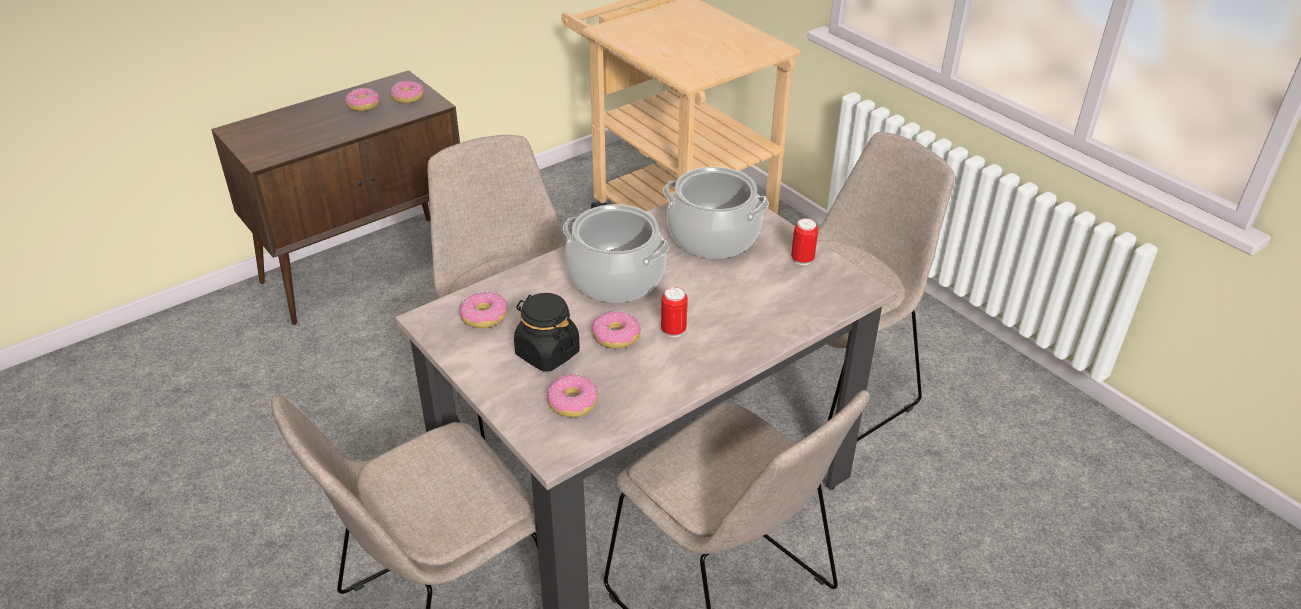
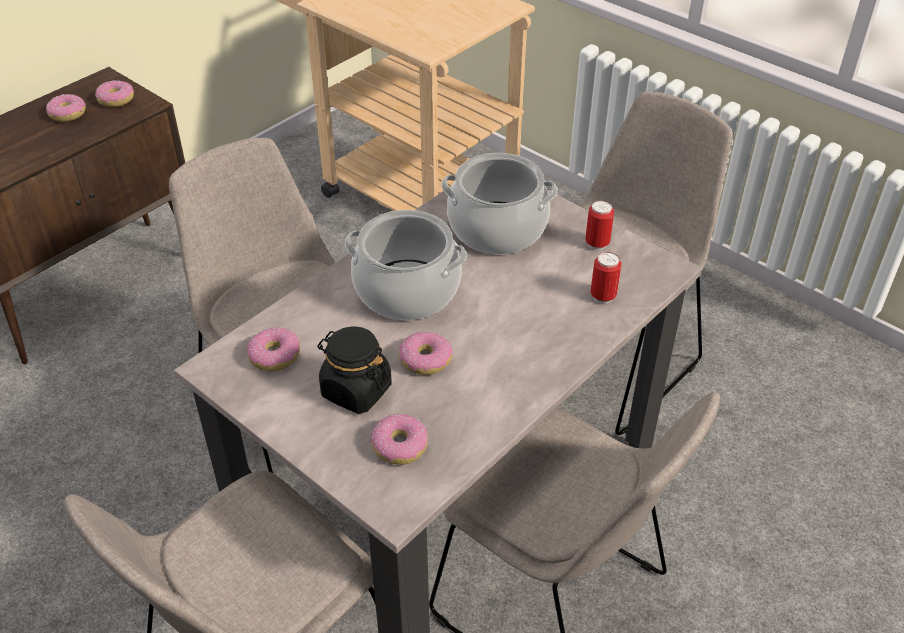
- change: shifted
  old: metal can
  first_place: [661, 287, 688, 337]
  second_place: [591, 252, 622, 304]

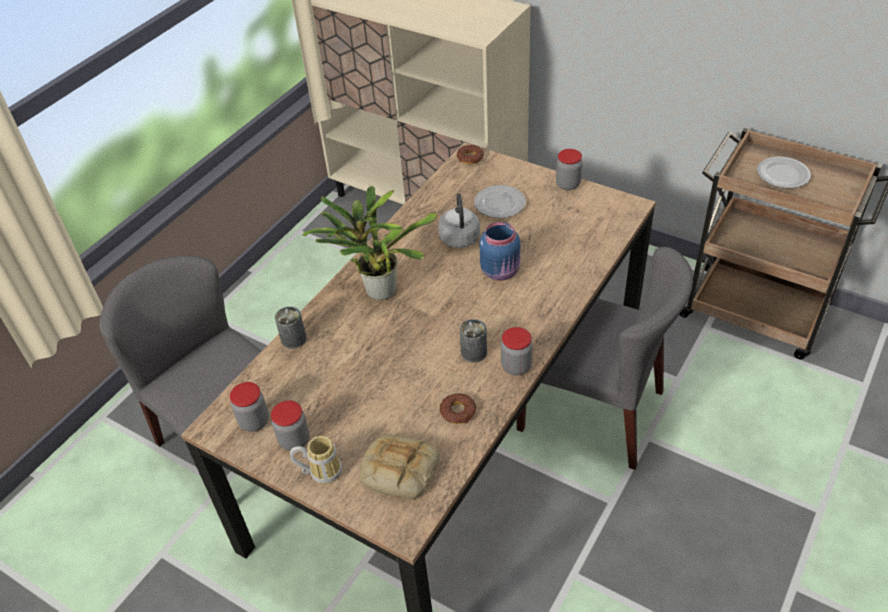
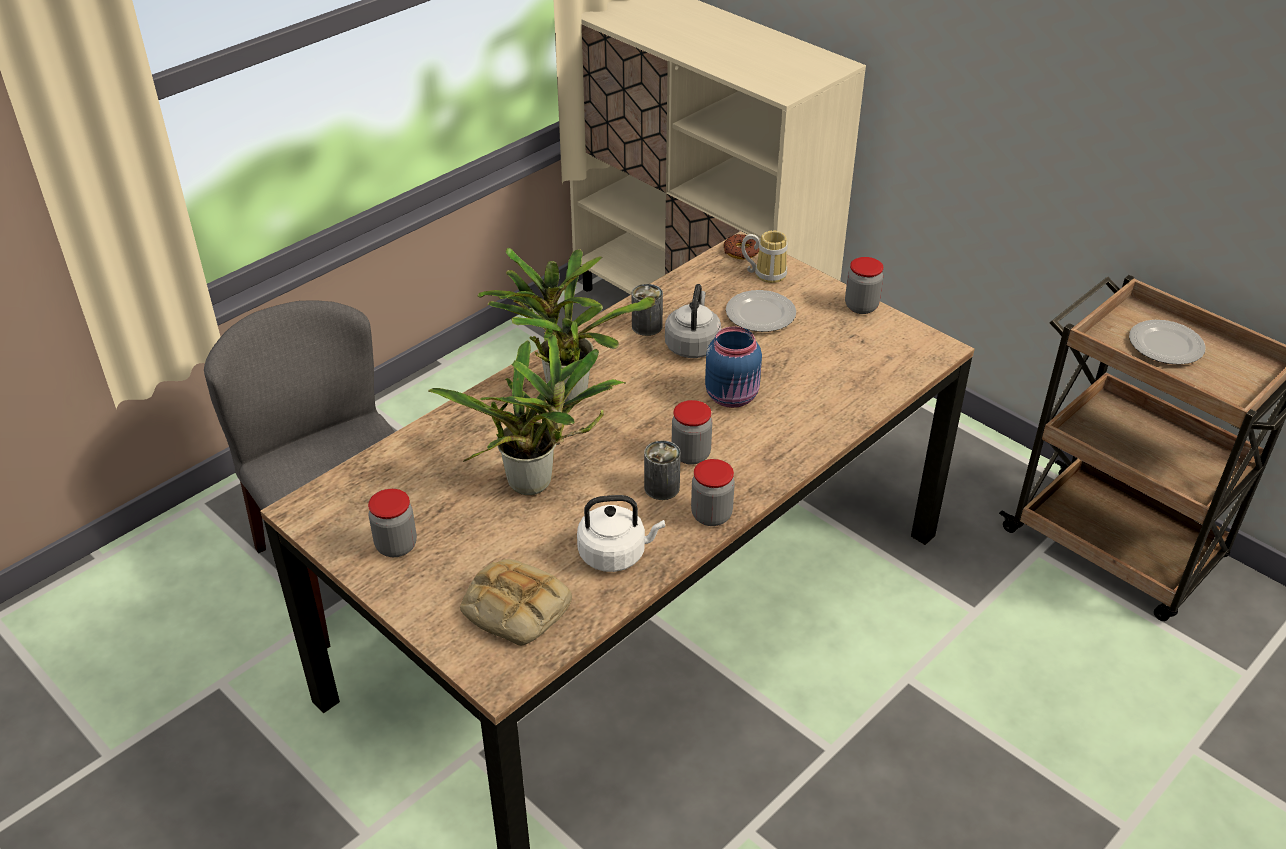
- change: shifted
  old: jar
  first_place: [230, 382, 269, 432]
  second_place: [672, 400, 712, 465]
- change: shifted
  old: metal can
  first_place: [275, 307, 307, 349]
  second_place: [632, 284, 663, 336]
- change: shifted
  old: mug
  first_place: [290, 436, 342, 484]
  second_place: [741, 230, 787, 283]
- change: swapped
  old: ring doughnut
  new: white tea kettle
  first_place: [440, 393, 476, 424]
  second_place: [577, 495, 665, 572]
- change: gone
  old: grey plain chair
  first_place: [516, 247, 693, 470]
- change: new
  new: houseplant
  second_place: [428, 334, 625, 495]

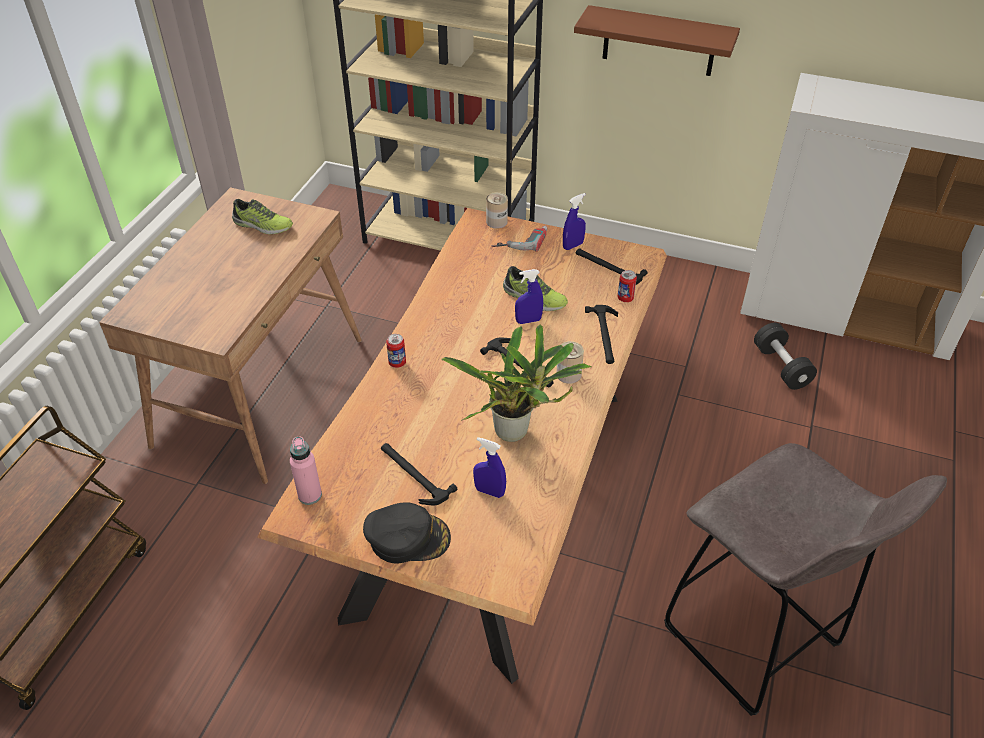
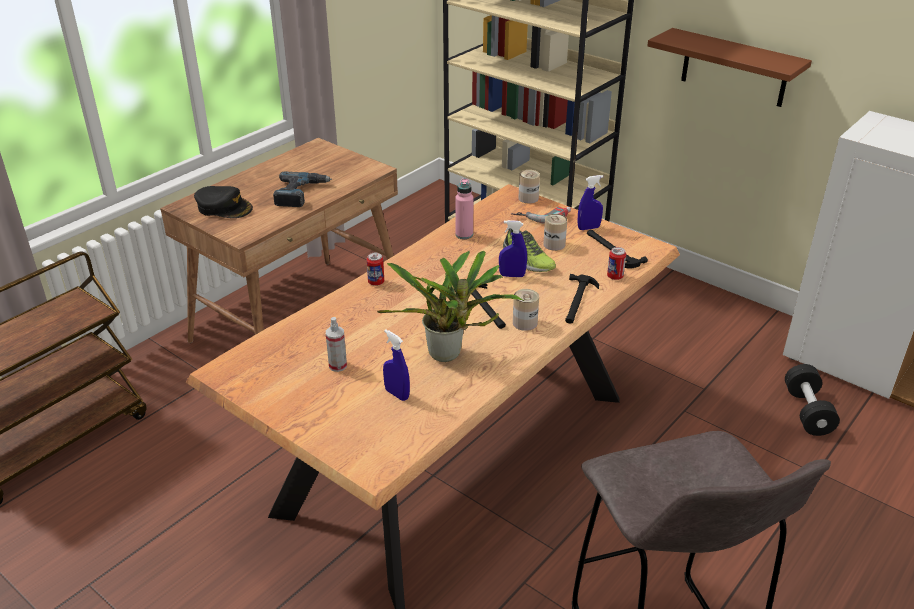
- change: gone
  old: item of footwear
  first_place: [232, 199, 293, 235]
- change: shifted
  old: pinkish bottle
  first_place: [290, 437, 322, 505]
  second_place: [455, 178, 474, 239]
- change: shifted
  old: blackish peaked cap
  first_place: [363, 502, 451, 564]
  second_place: [194, 186, 253, 218]
- change: swapped
  old: hand hammer
  new: spray bottle
  first_place: [381, 443, 458, 505]
  second_place: [326, 317, 347, 372]
- change: new
  new: drill
  second_place: [273, 171, 332, 207]
- change: new
  new: metal can
  second_place: [543, 214, 567, 251]

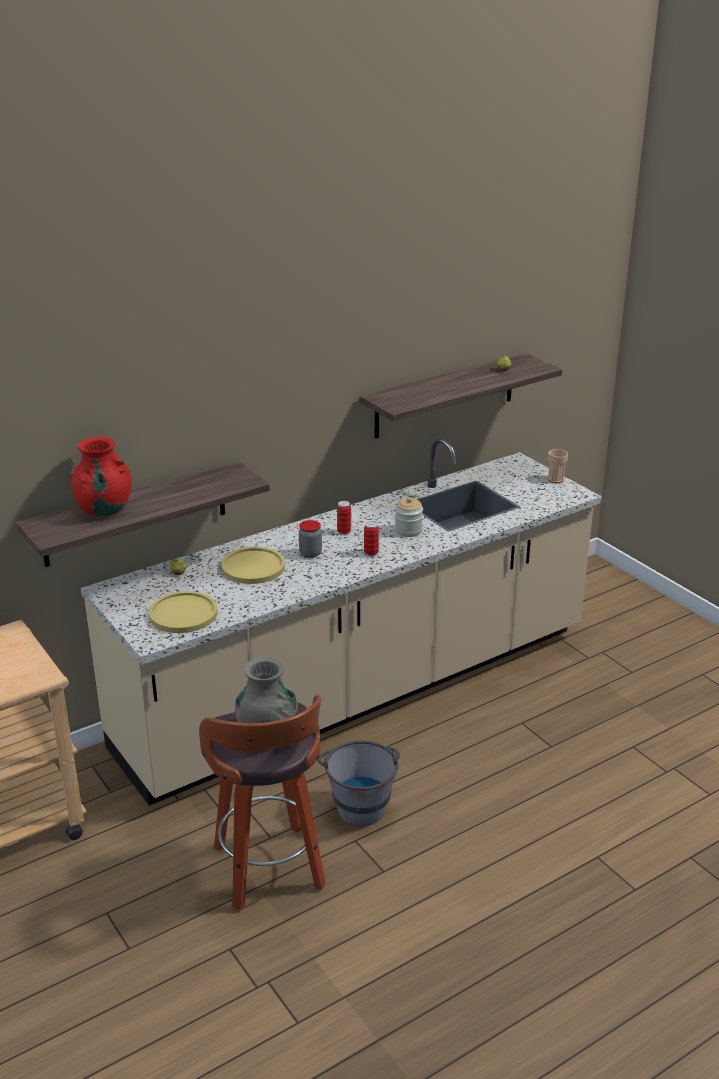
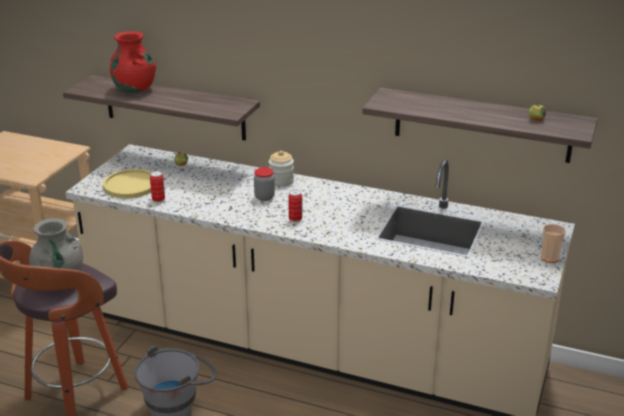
- change: gone
  old: yellowish dinner plate
  first_place: [221, 547, 285, 584]
- change: shifted
  old: metal can
  first_place: [337, 501, 351, 534]
  second_place: [150, 171, 165, 202]
- change: shifted
  old: jar
  first_place: [395, 497, 423, 537]
  second_place: [269, 151, 294, 187]

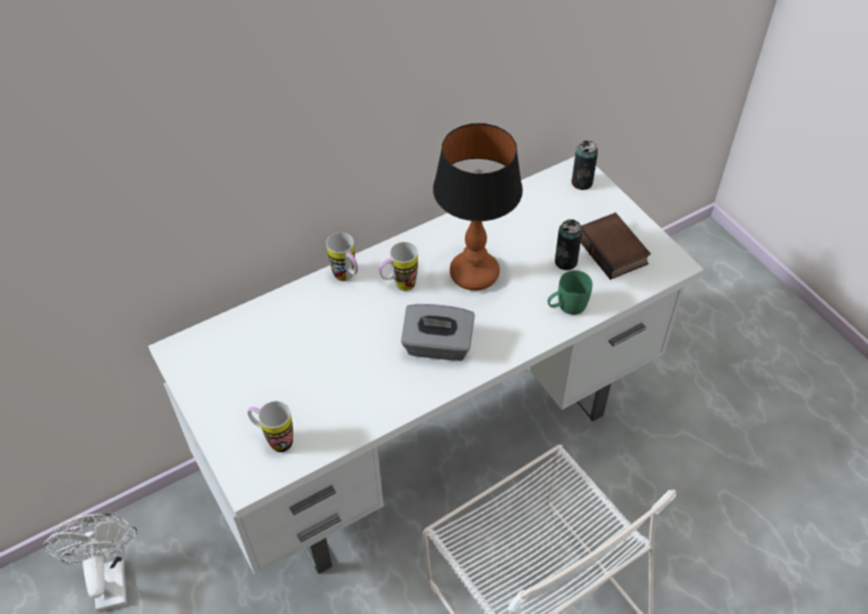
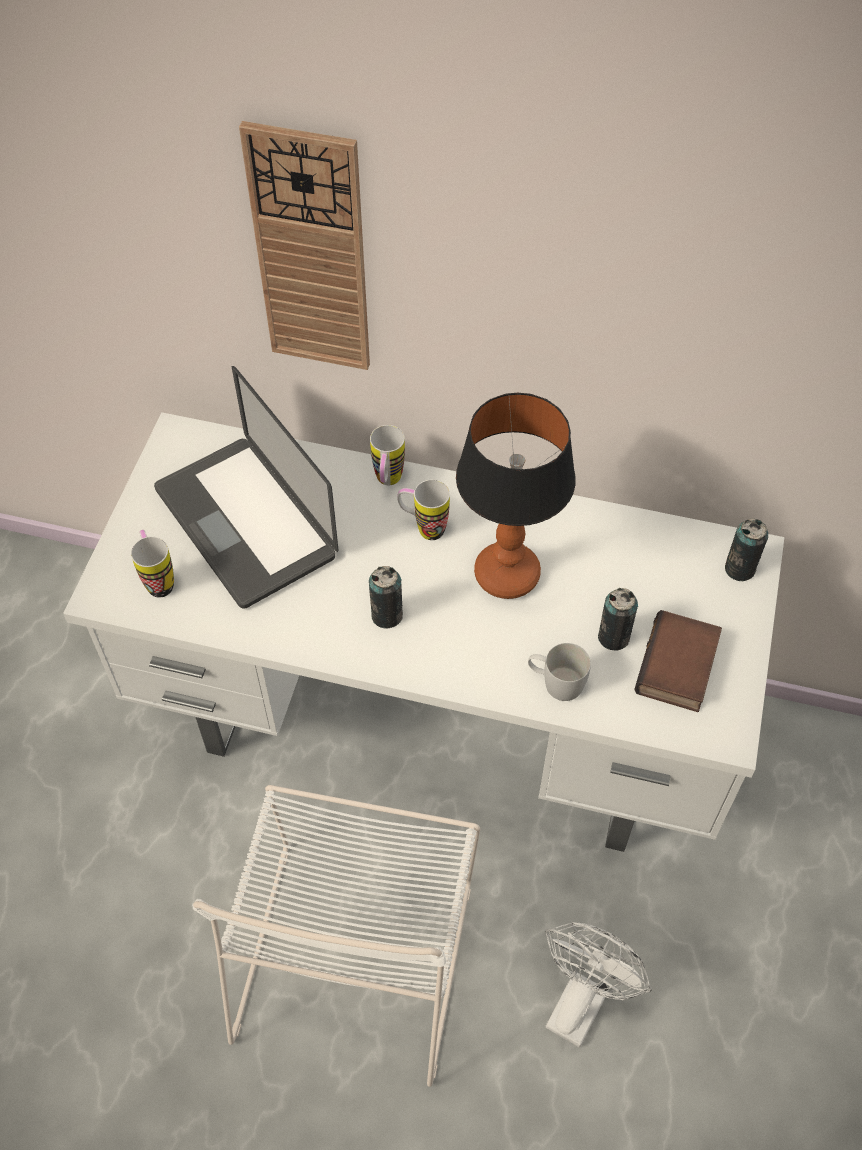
- change: shifted
  old: white fan
  first_place: [43, 513, 137, 612]
  second_place: [545, 922, 652, 1047]
- change: swapped
  old: grey tissue holder
  new: metal can
  first_place: [401, 304, 475, 361]
  second_place: [369, 566, 403, 629]
- change: repainted
  old: greenish mug
  new: white mug
  first_place: [548, 270, 593, 315]
  second_place: [528, 643, 591, 701]
- change: new
  new: laptop
  second_place: [154, 366, 338, 609]
- change: new
  new: wall clock
  second_place: [239, 121, 370, 370]

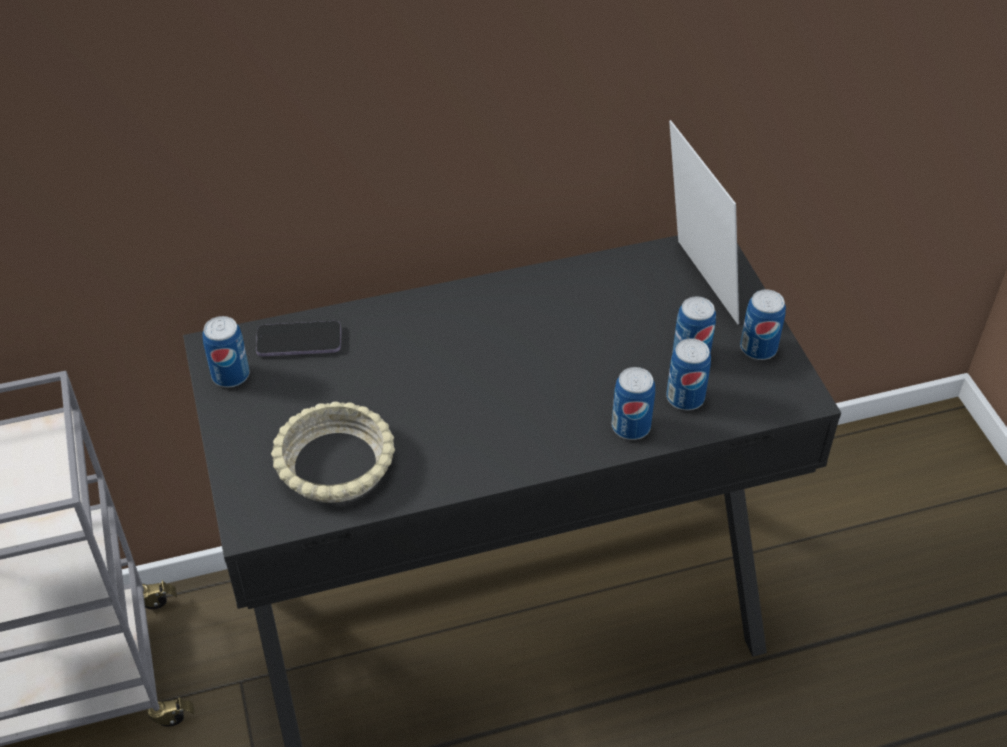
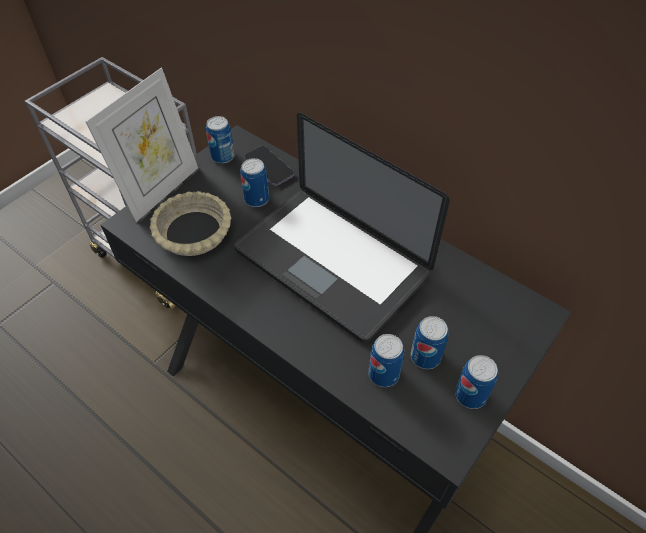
- change: shifted
  old: metal can
  first_place: [612, 367, 655, 440]
  second_place: [241, 158, 269, 207]
- change: shifted
  old: picture frame
  first_place: [669, 120, 739, 324]
  second_place: [86, 68, 198, 222]
- change: new
  new: laptop
  second_place: [234, 113, 450, 343]

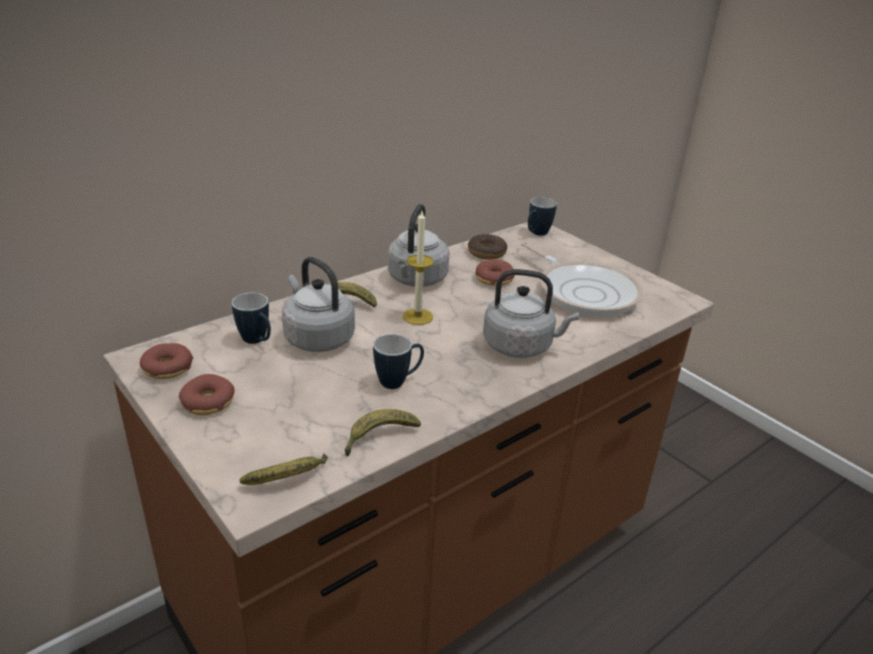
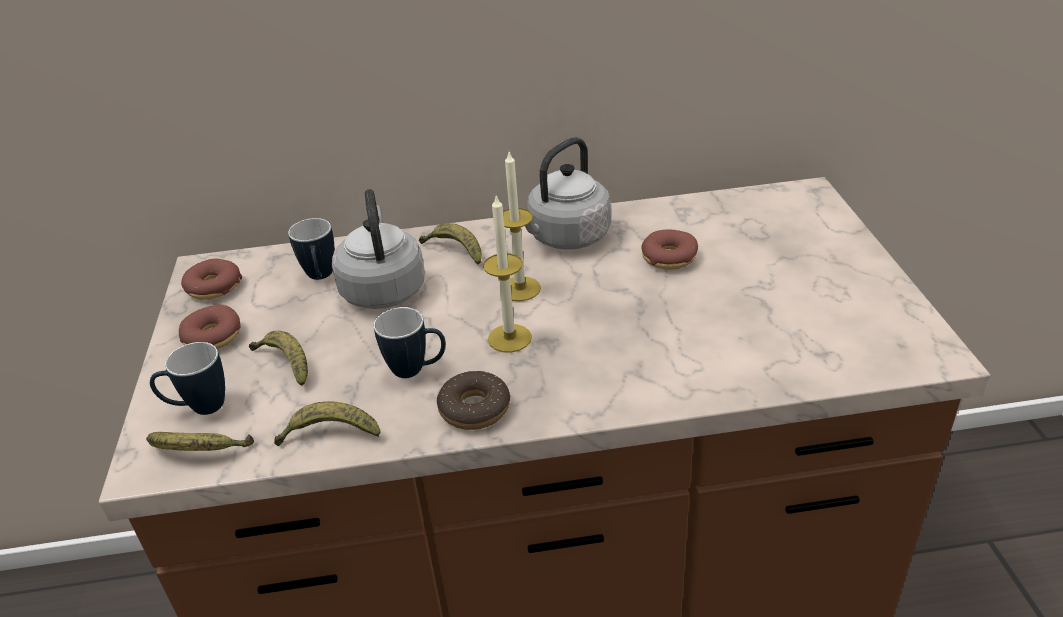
- change: shifted
  old: ring doughnut
  first_place: [468, 234, 507, 260]
  second_place: [437, 371, 510, 430]
- change: gone
  old: grey tea kettle
  first_place: [483, 269, 579, 358]
- change: gone
  old: frying pan
  first_place: [521, 241, 643, 317]
- change: shifted
  old: mug
  first_place: [528, 197, 557, 236]
  second_place: [150, 342, 225, 415]
- change: new
  new: whole banana
  second_place: [249, 331, 308, 386]
- change: new
  new: wax candle
  second_place: [483, 196, 532, 353]

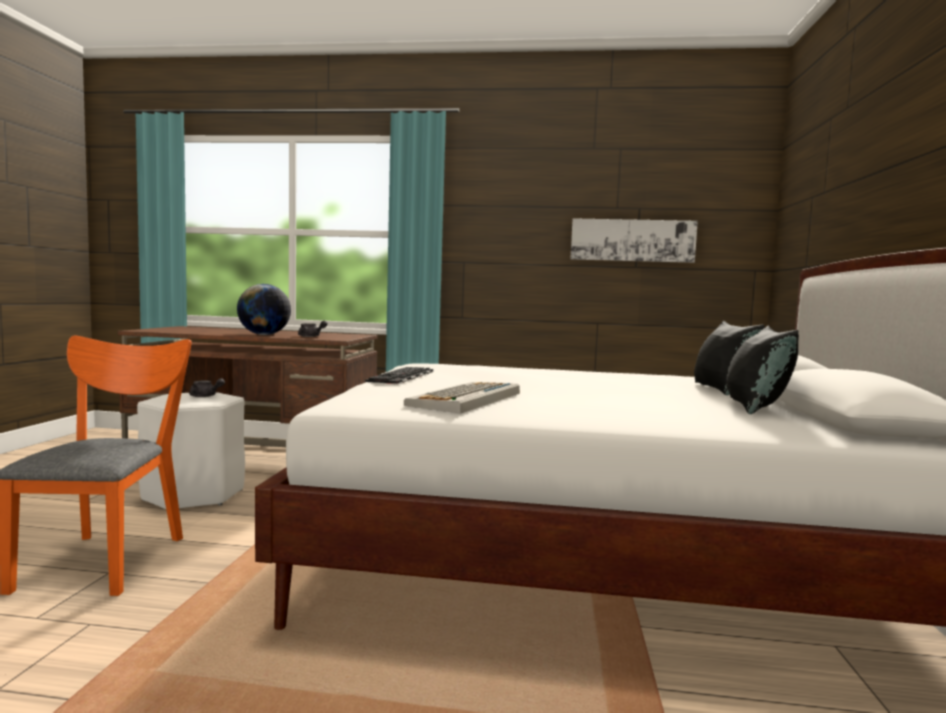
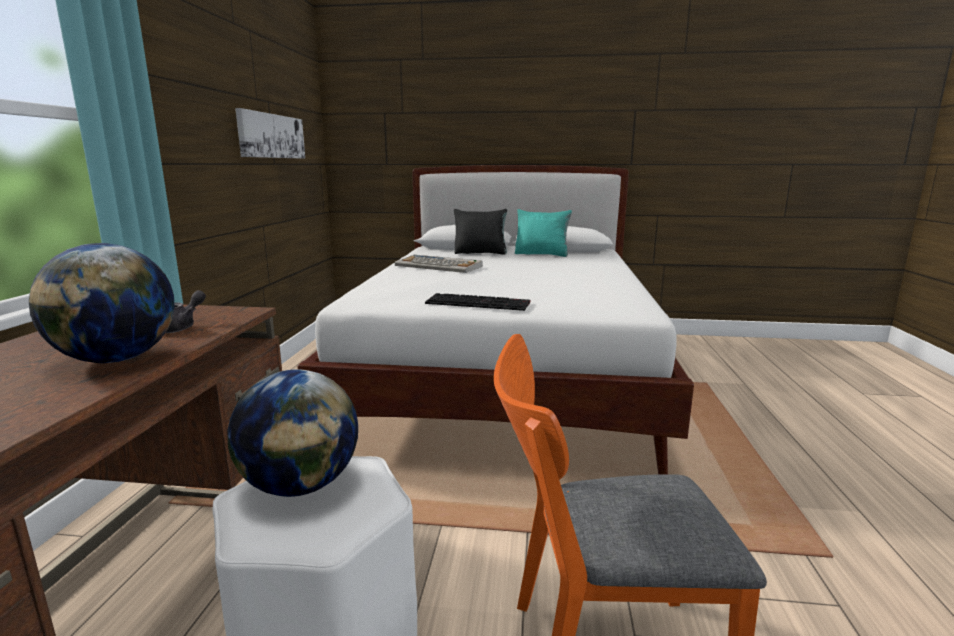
- change: swapped
  old: grey pot for tea
  new: globe
  first_place: [189, 378, 225, 397]
  second_place: [228, 369, 358, 497]
- change: shifted
  old: keyboard
  first_place: [404, 382, 520, 414]
  second_place: [395, 255, 483, 273]
- change: repainted
  old: blackish pillow
  new: blue-green pillow
  first_place: [726, 326, 799, 414]
  second_place: [515, 209, 572, 257]

